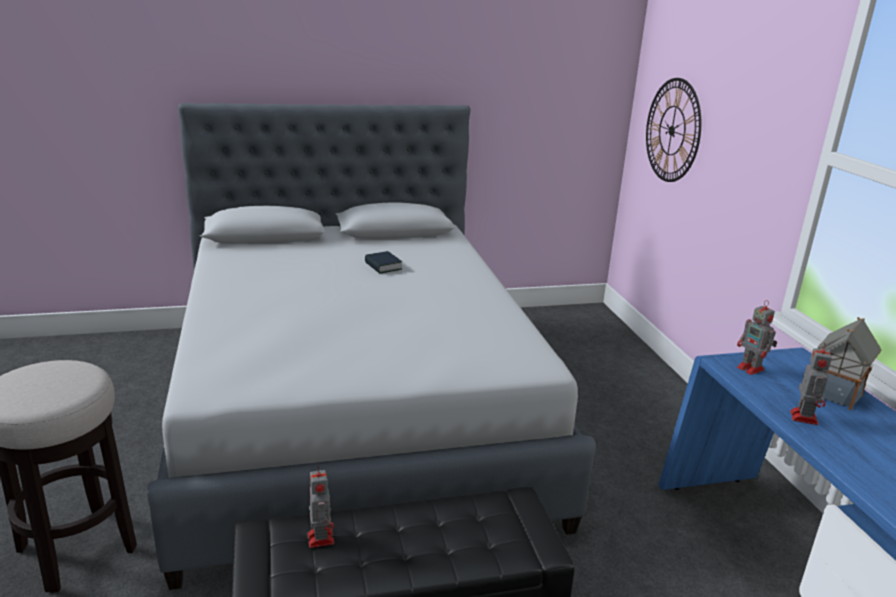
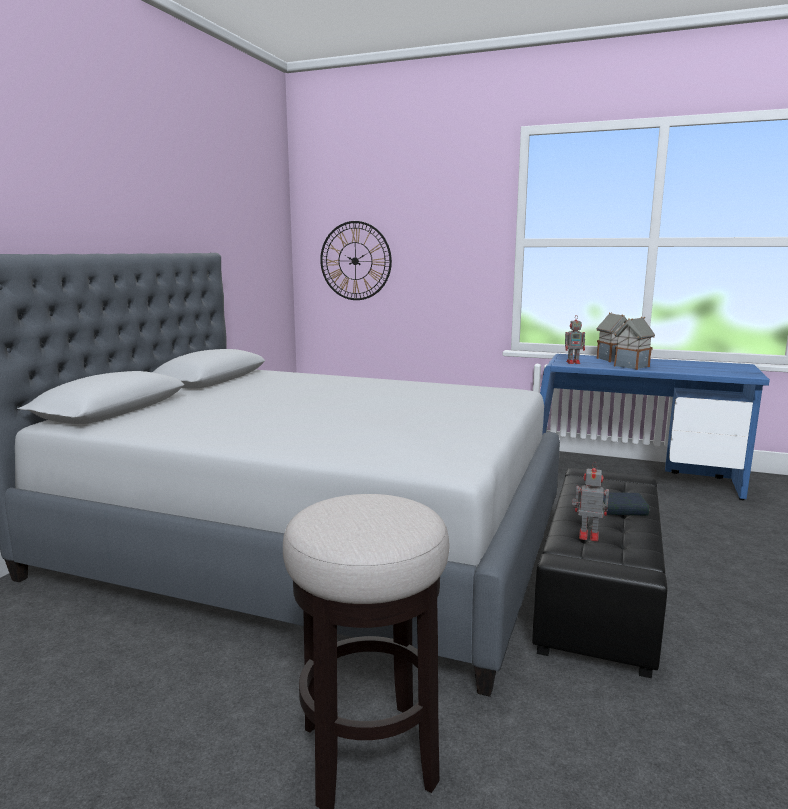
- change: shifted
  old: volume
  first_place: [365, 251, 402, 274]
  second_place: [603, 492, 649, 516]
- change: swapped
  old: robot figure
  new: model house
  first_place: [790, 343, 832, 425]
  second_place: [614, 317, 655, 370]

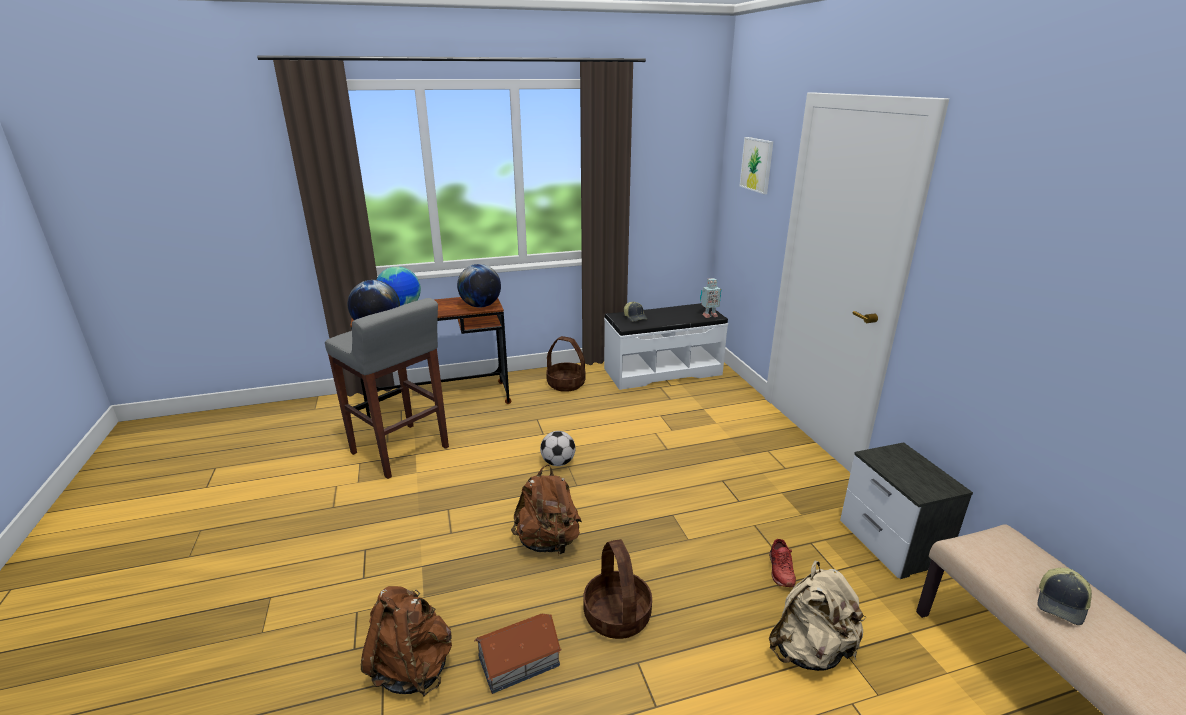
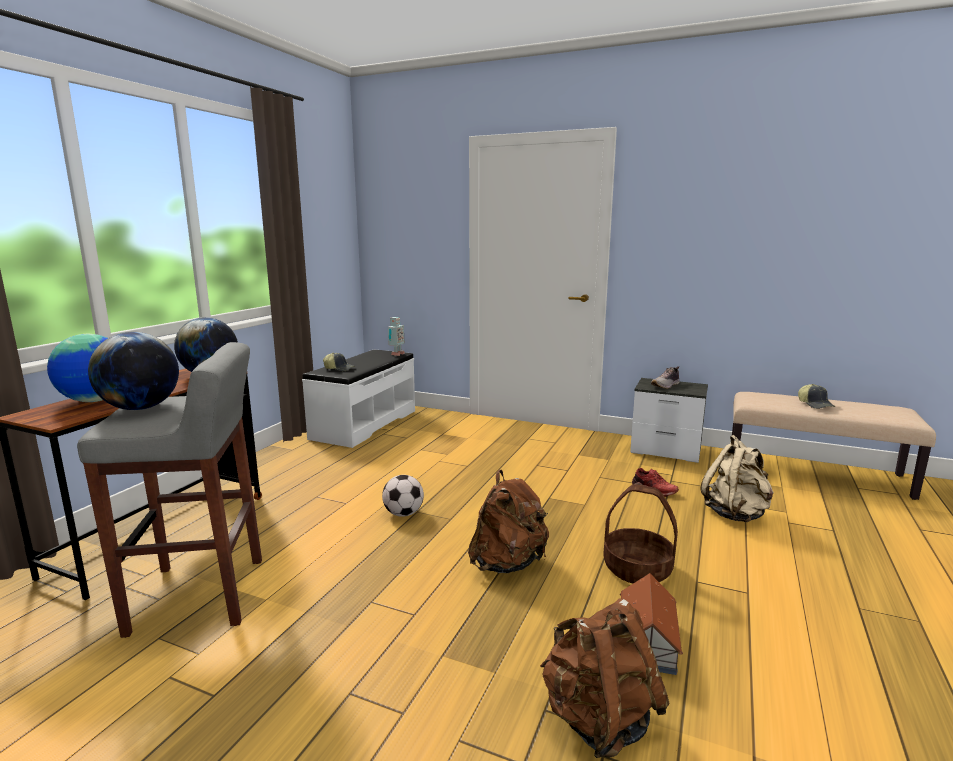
- change: gone
  old: basket
  first_place: [546, 336, 585, 392]
- change: gone
  old: wall picture
  first_place: [739, 137, 773, 194]
- change: new
  new: item of footwear
  second_place: [651, 366, 679, 389]

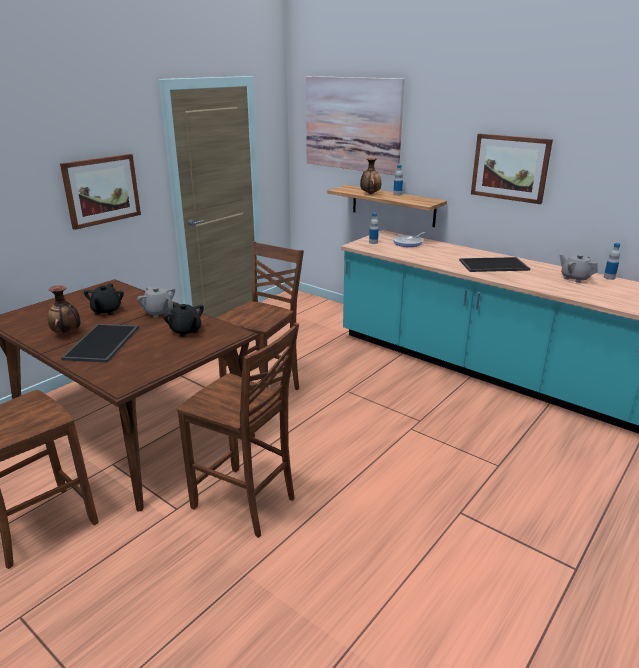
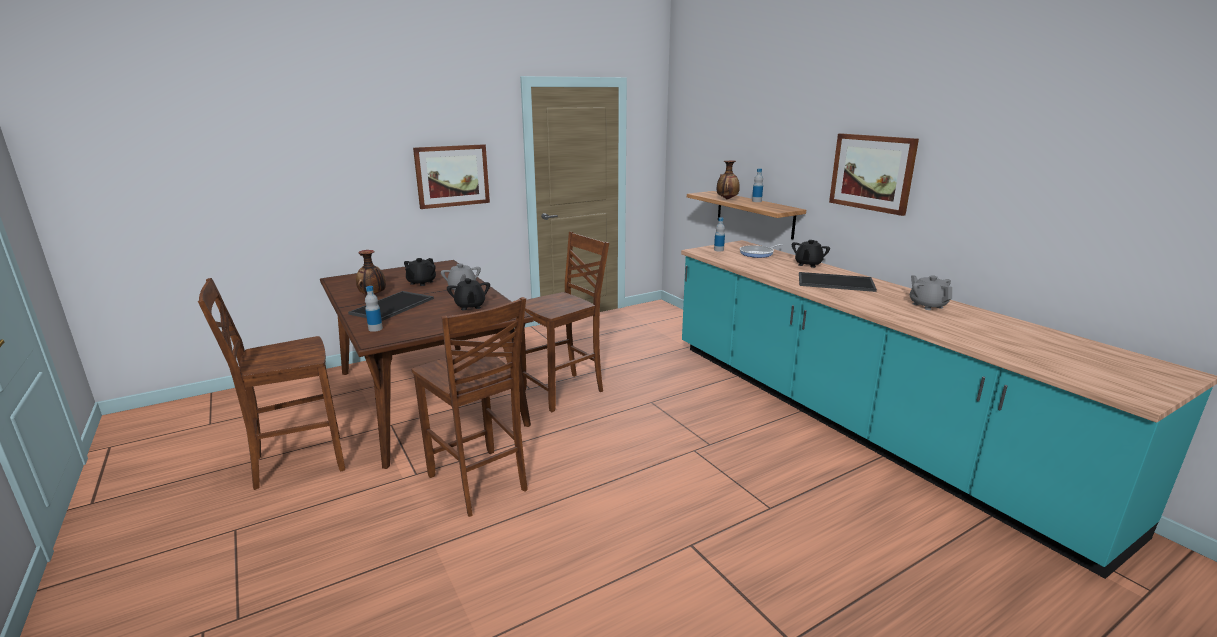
- change: gone
  old: wall picture
  first_place: [306, 76, 405, 175]
- change: shifted
  old: bottle
  first_place: [604, 243, 620, 280]
  second_place: [365, 286, 383, 332]
- change: new
  new: blackish pot for tea
  second_place: [792, 240, 830, 268]

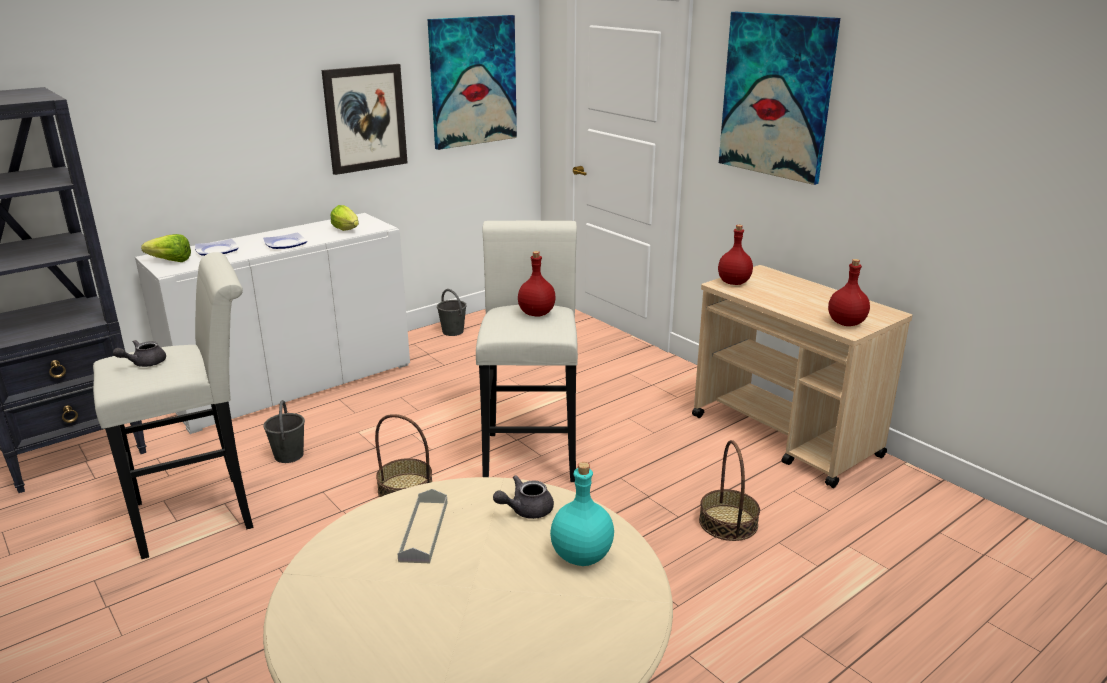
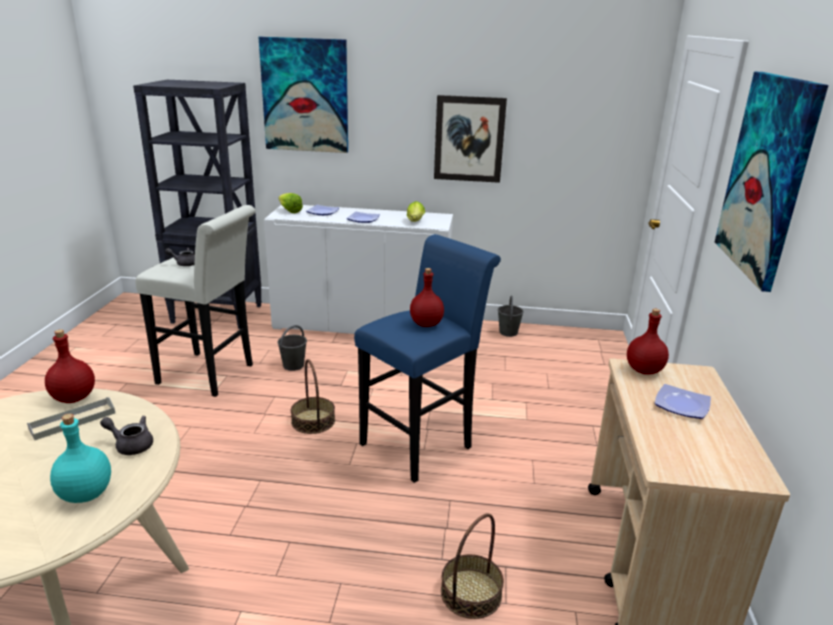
- change: shifted
  old: wall picture
  first_place: [428, 15, 517, 150]
  second_place: [258, 37, 348, 153]
- change: repainted
  old: white stool
  new: blue stool
  first_place: [476, 221, 578, 482]
  second_place: [354, 234, 501, 483]
- change: shifted
  old: reddish bottle
  first_place: [828, 259, 870, 326]
  second_place: [45, 329, 95, 403]
- change: new
  new: dinner plate
  second_place: [655, 384, 711, 419]

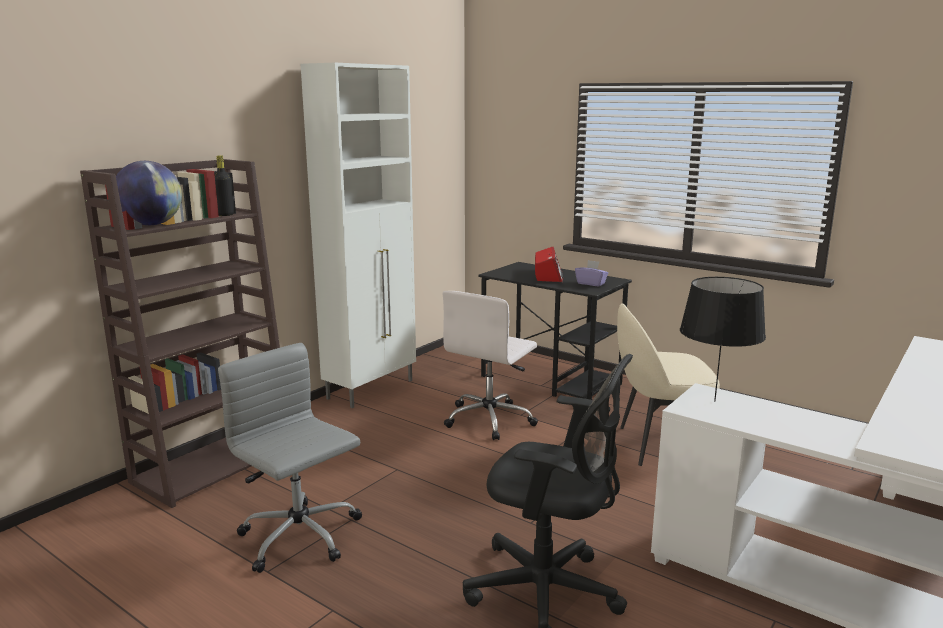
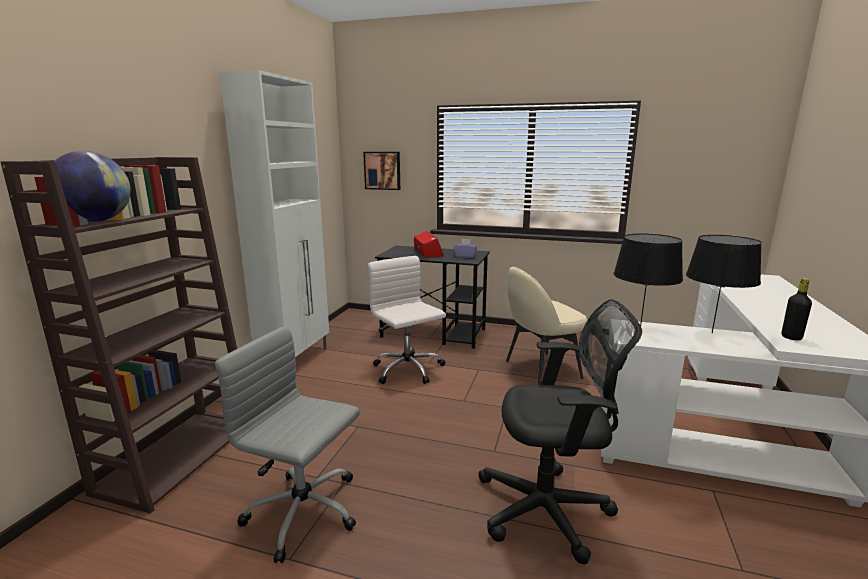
- change: shifted
  old: blackish bottle
  first_place: [215, 155, 234, 216]
  second_place: [782, 278, 812, 341]
- change: rotated
  old: white computer chair
  first_place: [443, 291, 538, 440]
  second_place: [368, 256, 446, 384]
  degrees: 135
- change: new
  new: wall picture
  second_place: [363, 152, 400, 190]
- change: new
  new: blackish lamp for a table
  second_place: [686, 235, 762, 333]

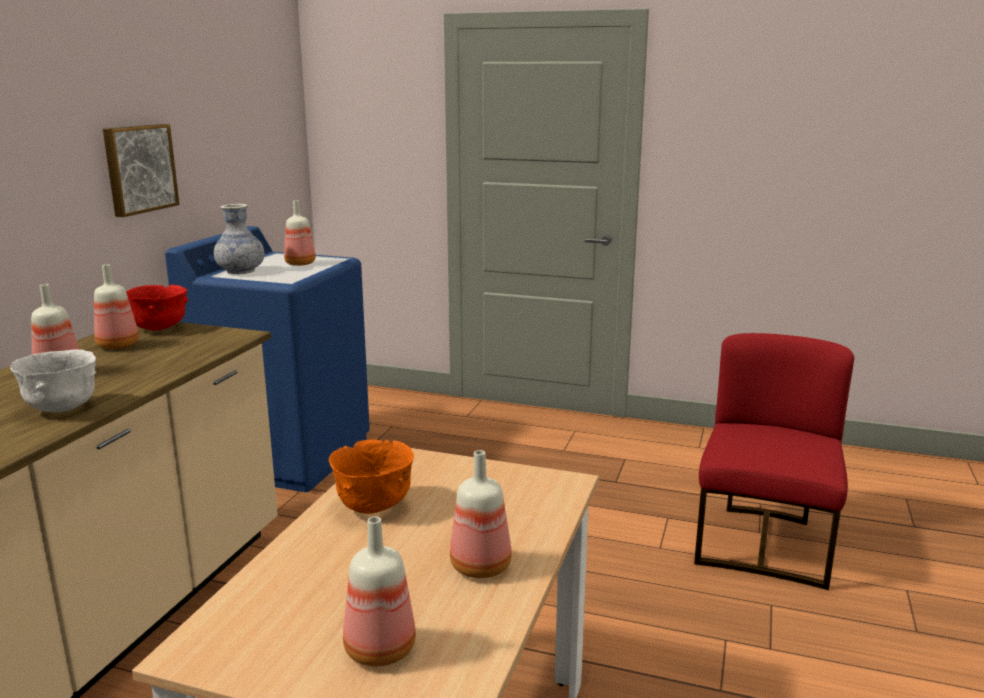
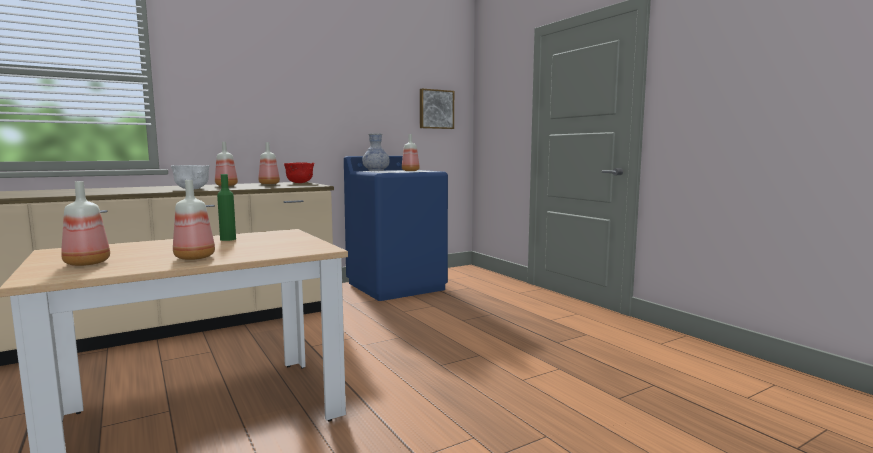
- change: shifted
  old: wall picture
  first_place: [103, 124, 180, 217]
  second_place: [420, 88, 454, 129]
- change: swapped
  old: orange-coloured bowl
  new: greenish bottle
  first_place: [329, 439, 414, 514]
  second_place: [217, 174, 236, 241]
- change: gone
  old: reddish plain chair
  first_place: [694, 333, 854, 590]

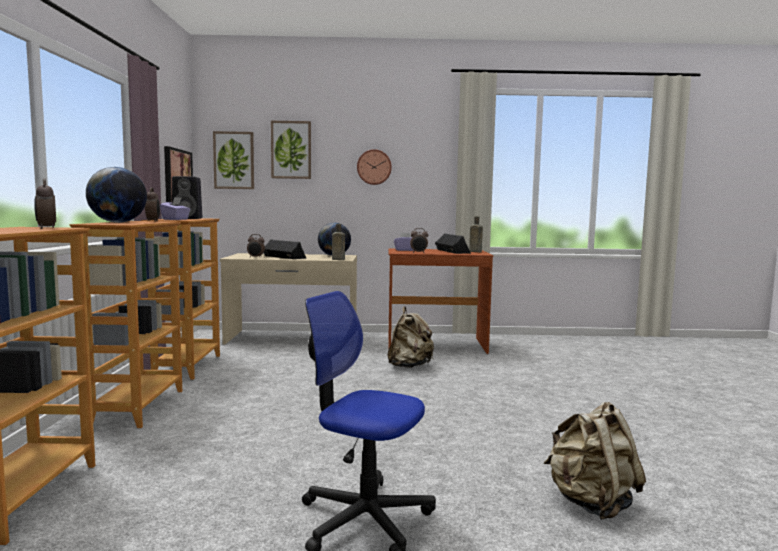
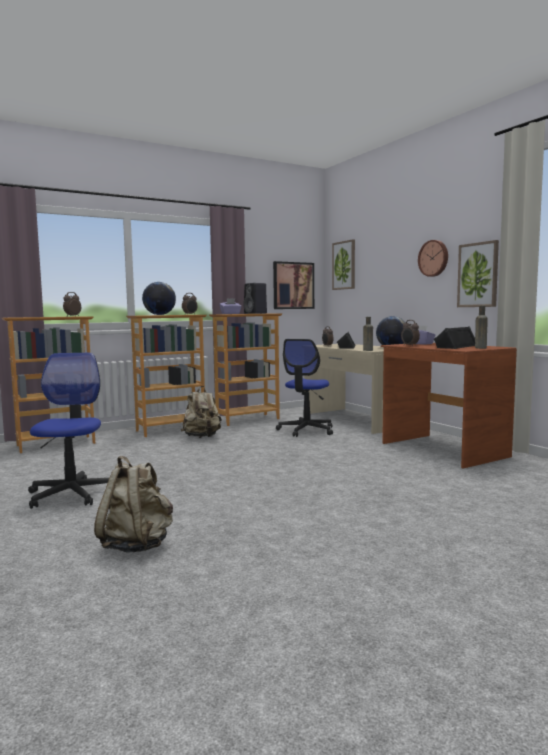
- change: shifted
  old: wall picture
  first_place: [271, 121, 311, 179]
  second_place: [457, 240, 499, 307]
- change: shifted
  old: sand-coloured rucksack
  first_place: [387, 306, 434, 368]
  second_place: [181, 386, 222, 438]
- change: new
  new: computer chair
  second_place: [276, 339, 333, 437]

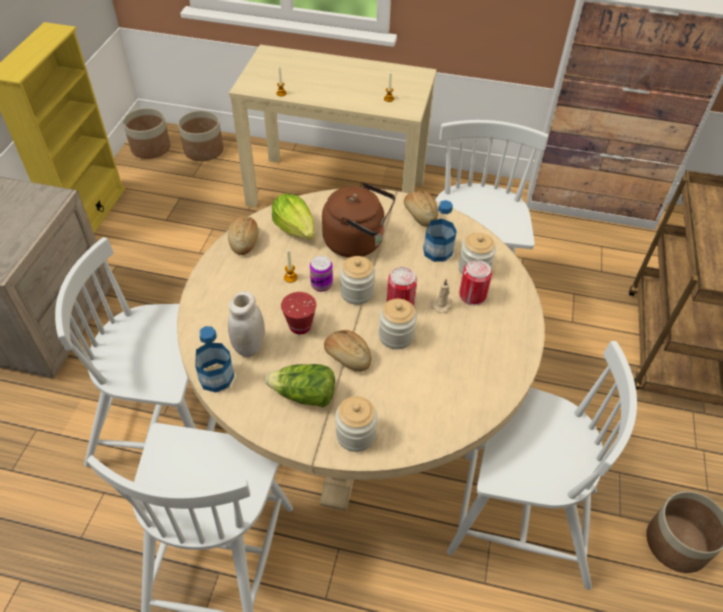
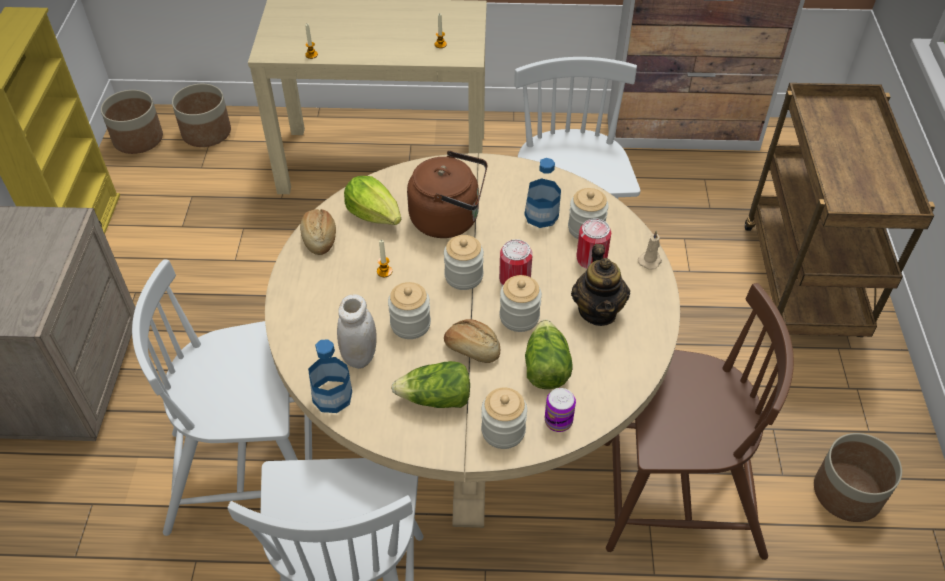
- change: swapped
  old: reddish cup
  new: jar
  first_place: [281, 292, 316, 334]
  second_place: [388, 282, 431, 339]
- change: shifted
  old: metal can
  first_place: [310, 256, 333, 292]
  second_place: [545, 388, 576, 432]
- change: gone
  old: bread
  first_place: [404, 190, 438, 227]
- change: shifted
  old: sand-coloured wax candle
  first_place: [431, 279, 453, 313]
  second_place: [638, 230, 662, 270]
- change: repainted
  old: white plain chair
  new: brown-coloured plain chair
  first_place: [447, 341, 637, 590]
  second_place: [604, 283, 794, 560]
- change: new
  new: lettuce head
  second_place: [525, 319, 573, 389]
- change: new
  new: pot for tea
  second_place: [571, 244, 630, 326]

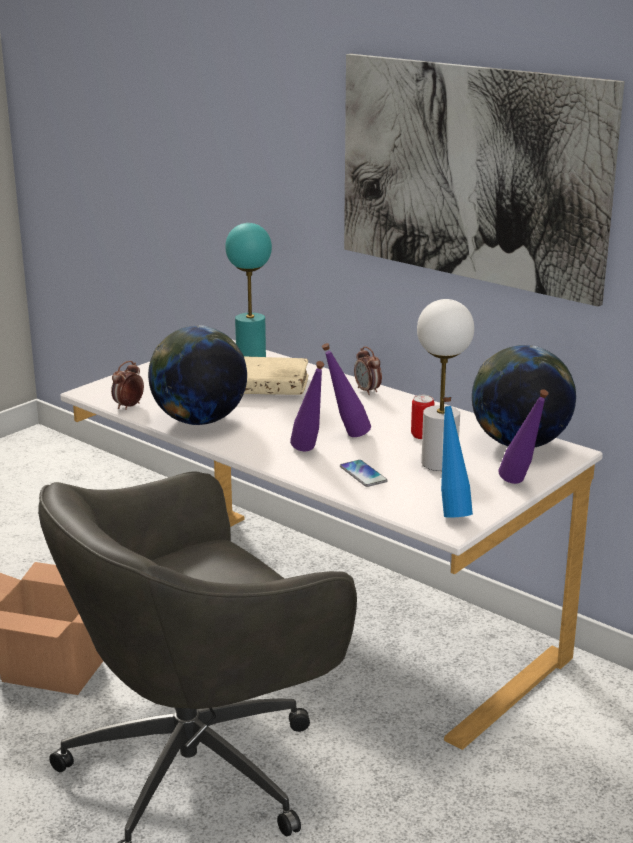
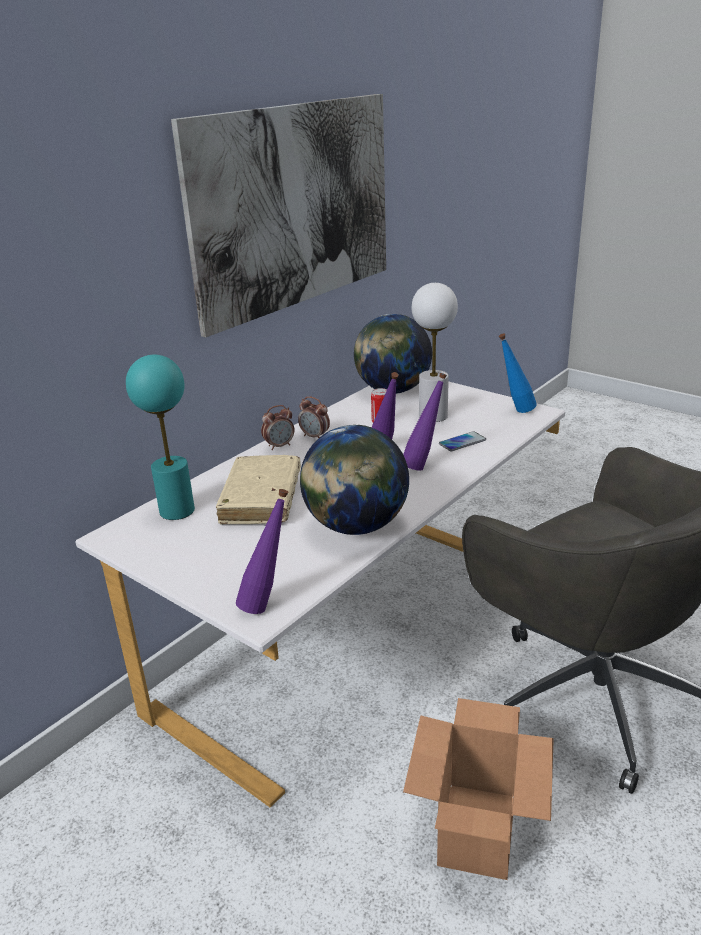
- change: shifted
  old: bedside clock
  first_place: [111, 361, 144, 410]
  second_place: [298, 396, 330, 438]
- change: shifted
  old: purplish bottle
  first_place: [498, 389, 549, 484]
  second_place: [236, 489, 288, 614]

